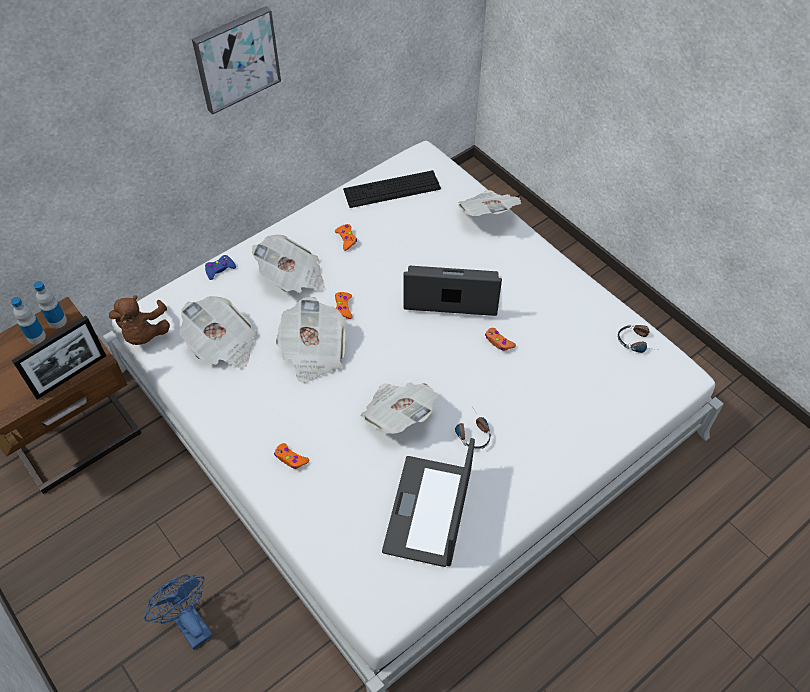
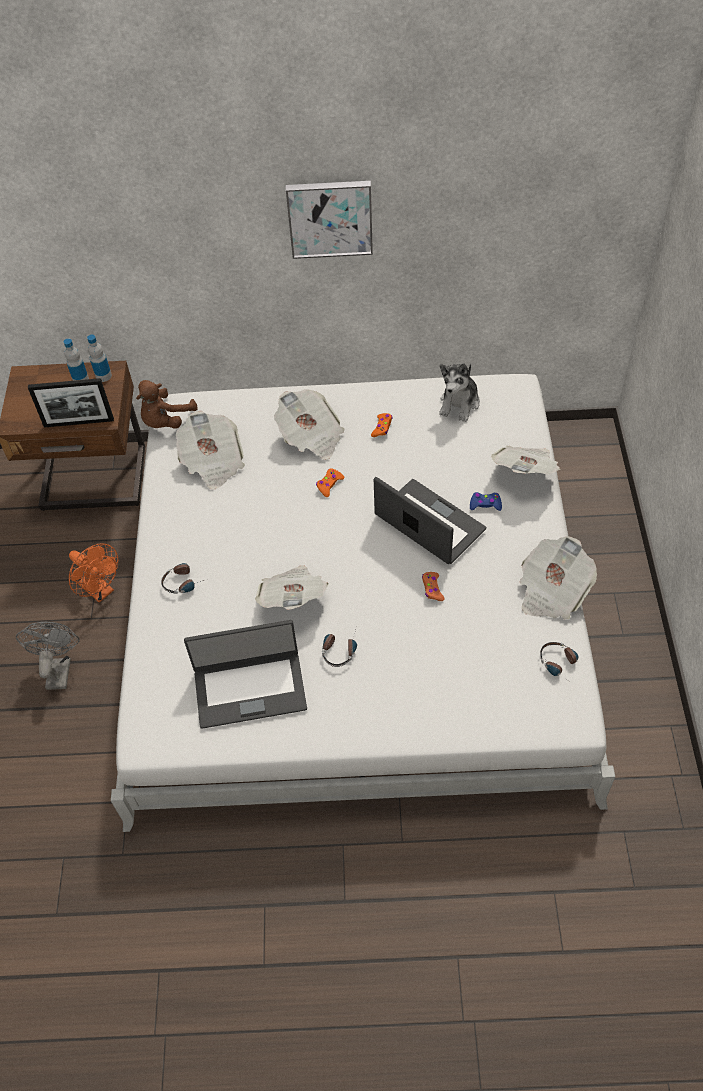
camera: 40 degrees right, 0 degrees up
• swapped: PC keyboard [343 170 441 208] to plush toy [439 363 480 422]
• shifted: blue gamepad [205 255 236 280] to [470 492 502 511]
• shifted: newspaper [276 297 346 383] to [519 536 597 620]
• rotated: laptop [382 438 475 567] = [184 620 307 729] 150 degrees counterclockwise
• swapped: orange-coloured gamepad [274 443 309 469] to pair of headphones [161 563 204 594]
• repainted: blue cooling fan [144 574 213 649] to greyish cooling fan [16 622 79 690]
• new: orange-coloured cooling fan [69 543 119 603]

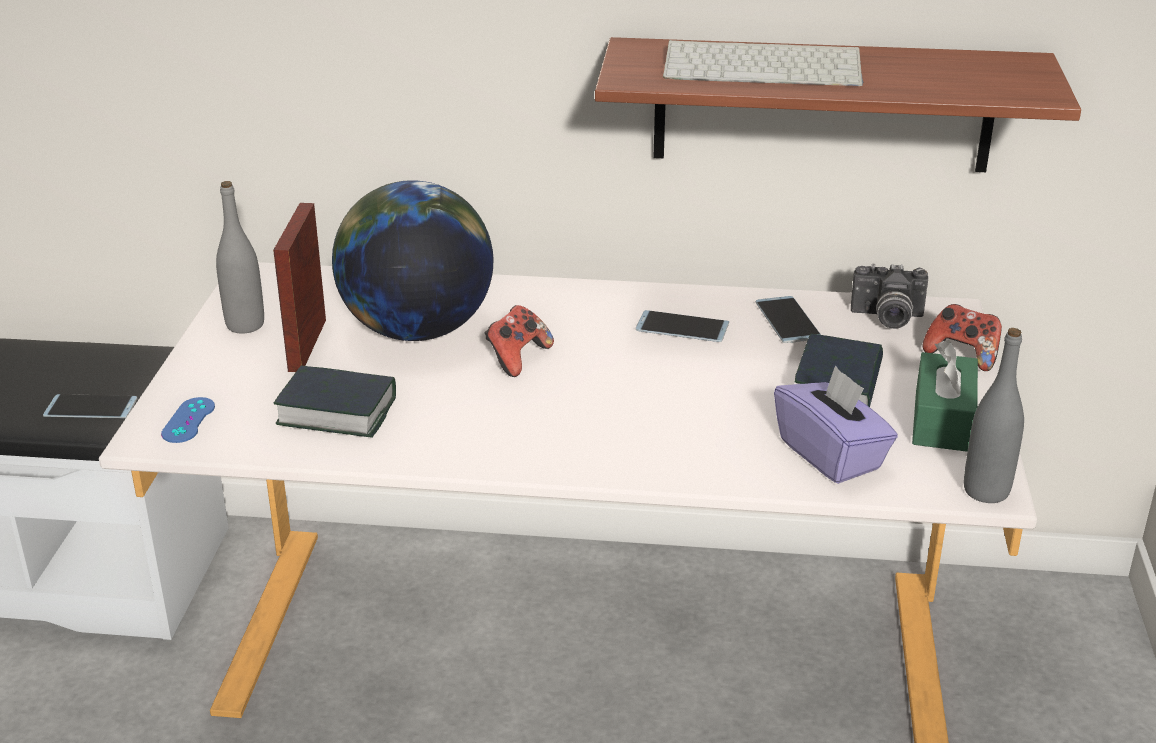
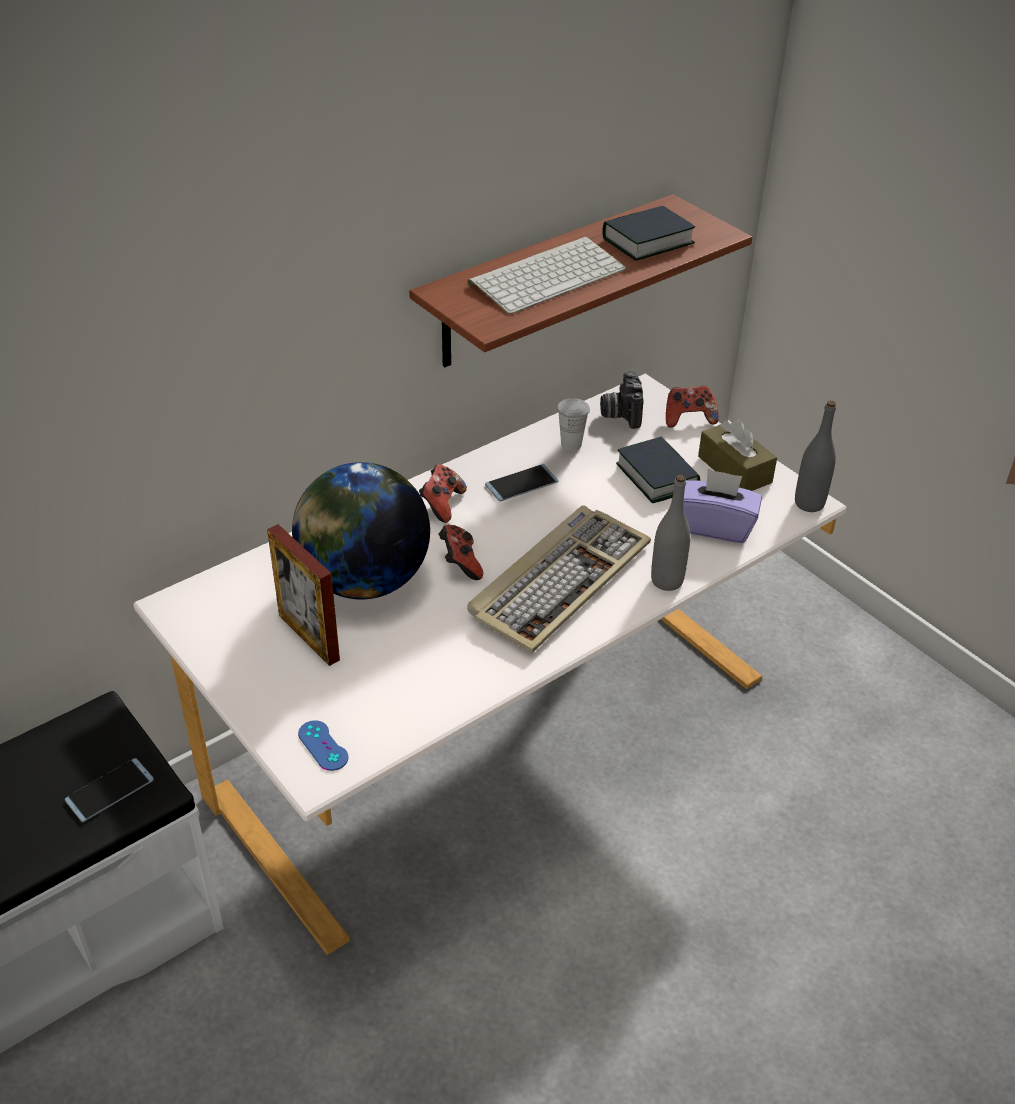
camera: 45 degrees left, 10 degrees up
• shifted: greyish beverage bottle [216 181 264 334] to [651 475 691 591]
• rotated: still camera [851 263 928 329] = [600 371 644 429] 120 degrees clockwise
• swapped: handset [756 296 821 343] to white-coloured drinking cup [557 398 590 451]
• repainted: green-coloured box of tissues [912 340 978 452] to brownish box of tissues [698 419 777 491]
• shifted: book [274 365 396 438] to [602 206 695 260]
• new: gamepad [419 464 467 523]
• new: PC keyboard [467 505 651 653]

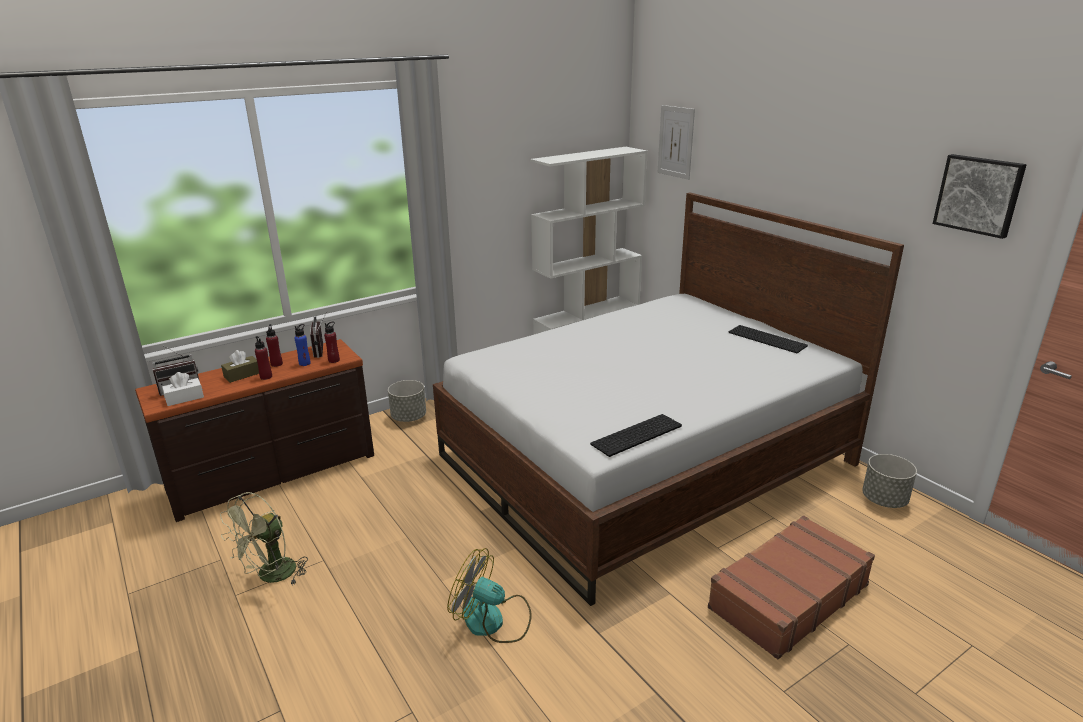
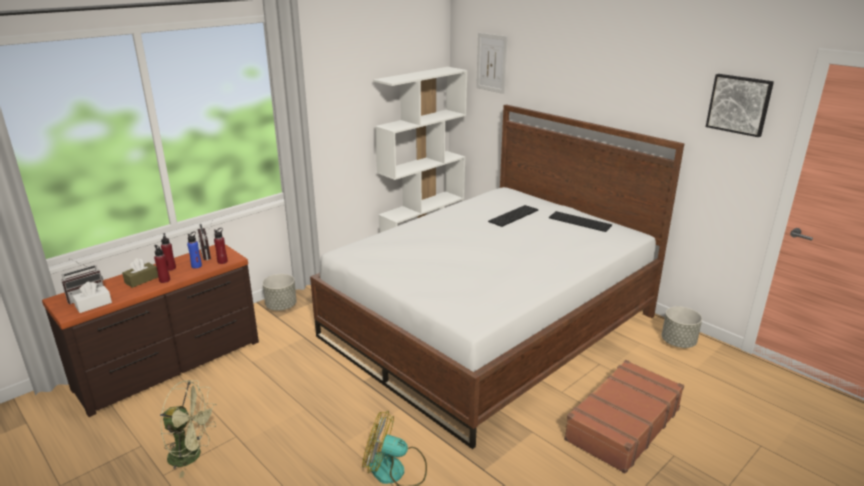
camera: 10 degrees left, 0 degrees up
• shifted: PC keyboard [590 414 682 457] to [488 205 538 227]
• rotated: green-coloured cooling fan [220 492 308 584] = [160 380 216 478] 105 degrees counterclockwise

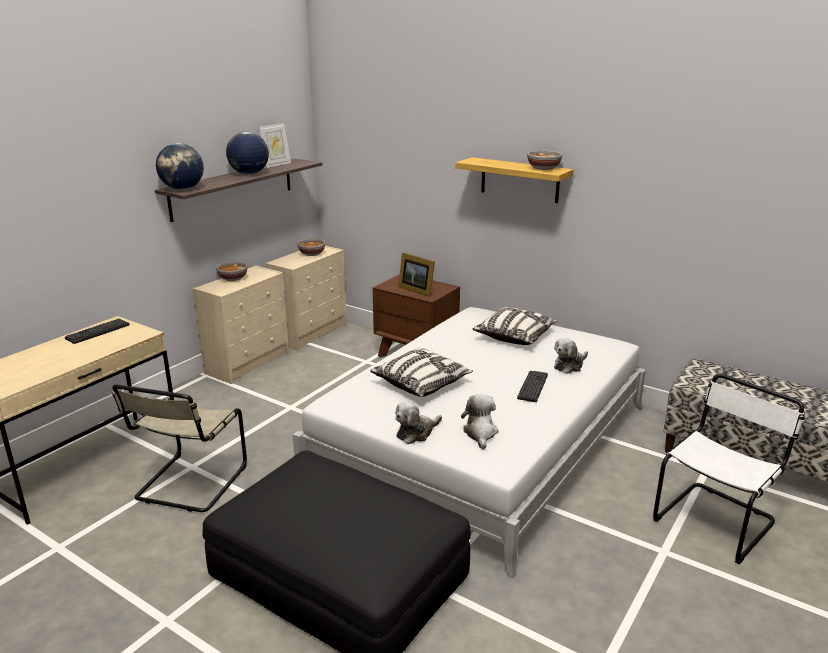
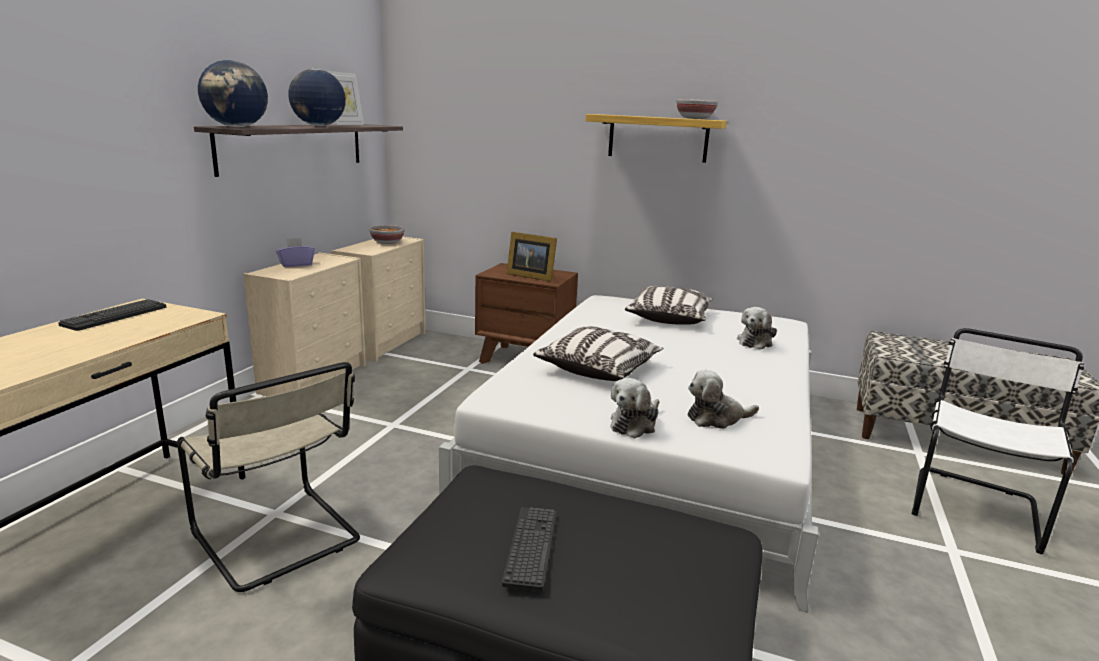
camera: 15 degrees left, 5 degrees down
• swapped: bowl [216 262 247 281] to purple-coloured box of tissues [276 238 315 267]
• shifted: PC keyboard [517 371 548 402] to [502 507 556 591]
• rotated: sand-coloured upright chair [112 384 247 512] = [177 362 360 592] 45 degrees counterclockwise
• rotated: plush toy [461 394 498 449] = [688 370 759 429] 90 degrees counterclockwise

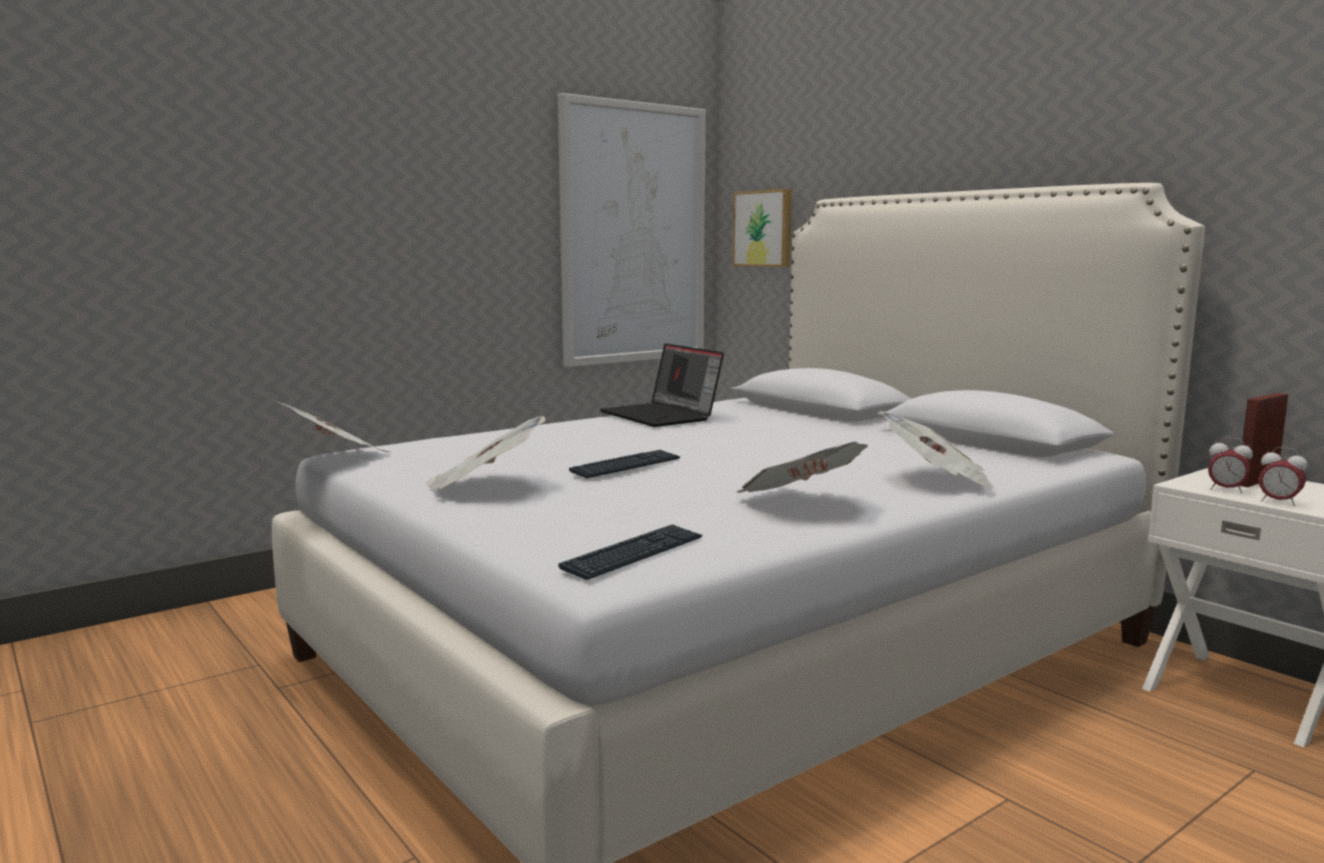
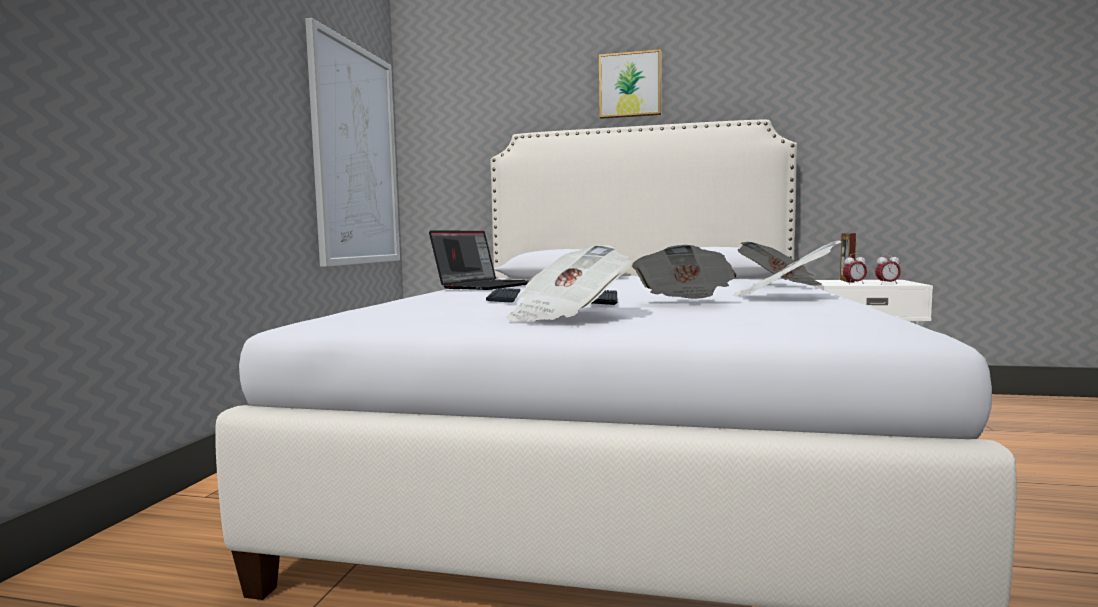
camera: 40 degrees left, 5 degrees down
• shifted: wall art [732 189 792 267] to [599 49 661 119]
• rotated: laptop [600 343 724 427] = [429 230 529 290] 75 degrees counterclockwise
• shifted: newspaper [273 401 390 452] to [632 245 737 299]
• shifted: PC keyboard [558 524 703 580] to [486 288 521 303]

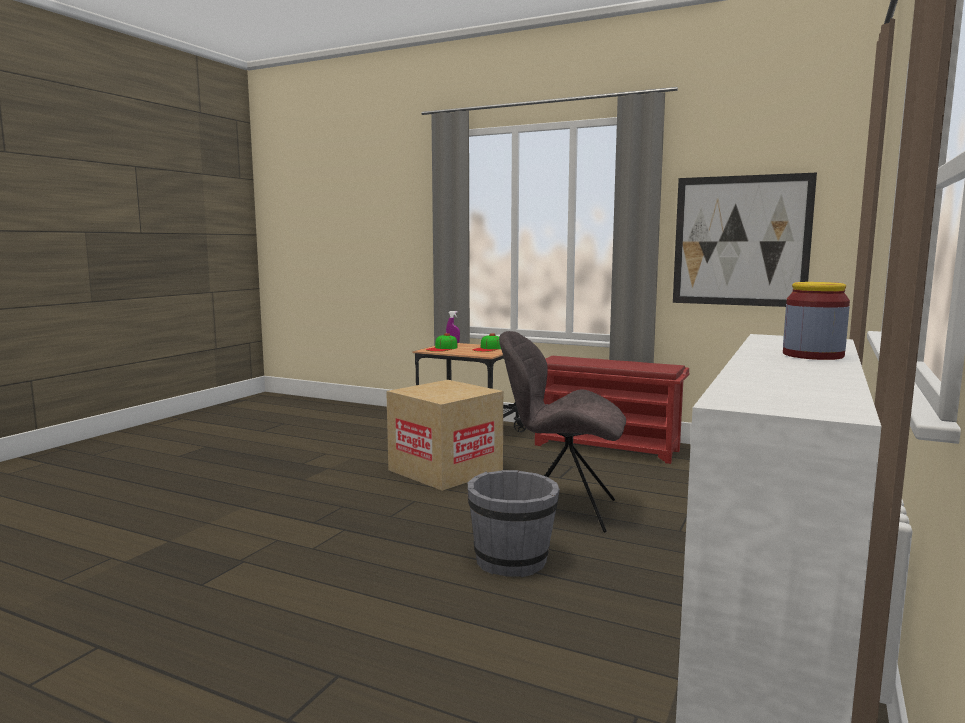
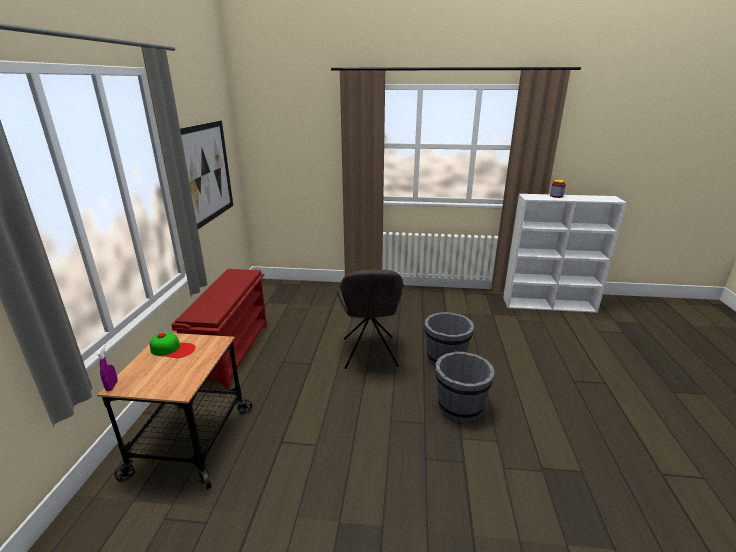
camera: 110 degrees left, 15 degrees up
• gone: baseball cap [426 333 458 352]
• gone: cardboard box [386 380 503 491]
• new: greyish pail [435 352 495 422]

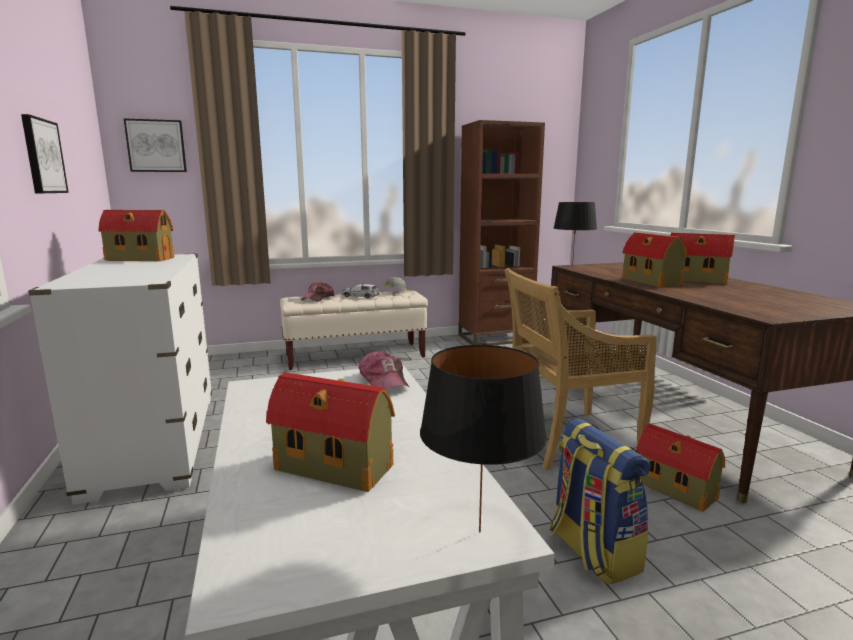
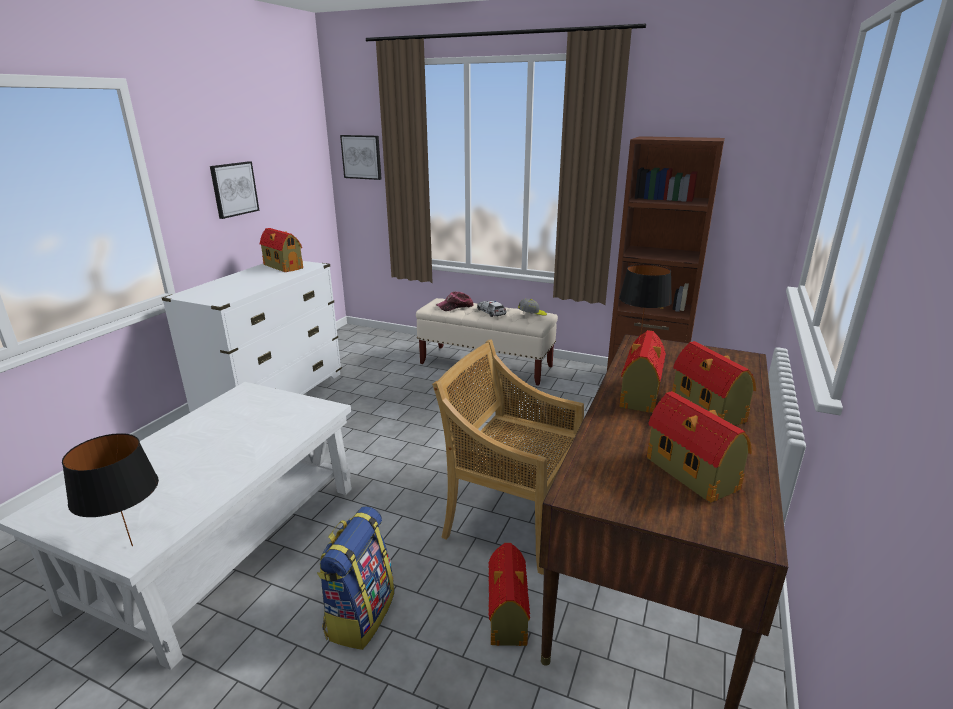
camera: 40 degrees right, 10 degrees up
• gone: baseball cap [358 350 410 391]
• shifted: model house [266 372 395 492] to [647 391 752 503]

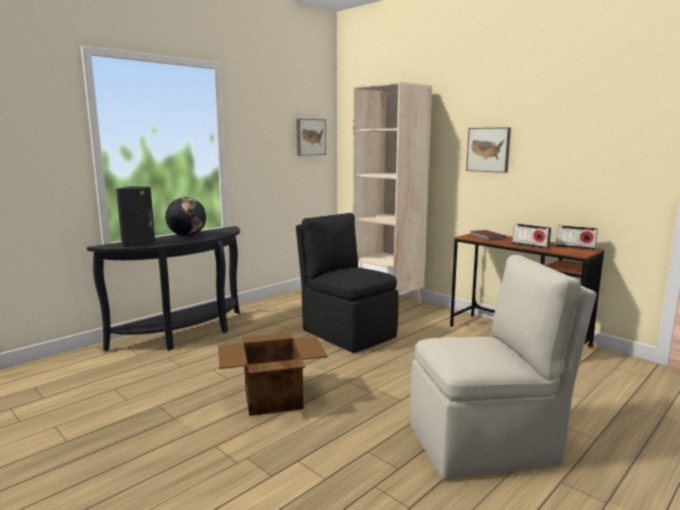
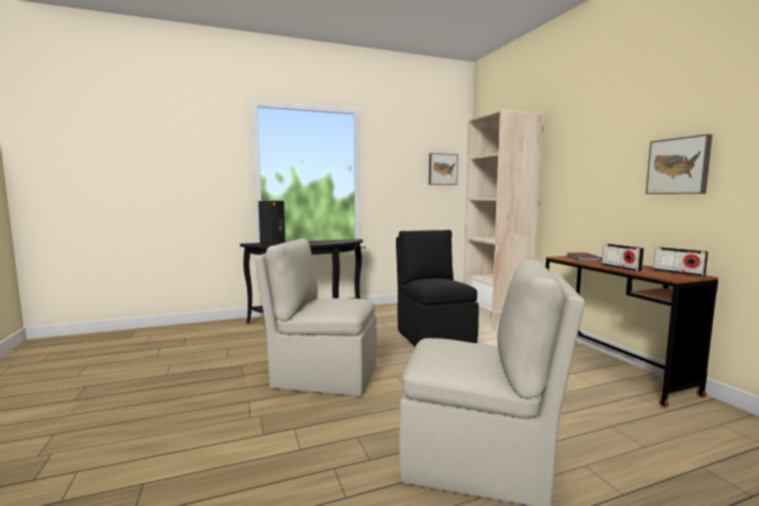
camera: 25 degrees right, 5 degrees down
• shifted: wall art [466 127 511 173] to [646 134 712 194]
• gone: world globe [165 197 206 236]
• swapped: cardboard box [218 333 328 416] to sand-coloured upright chair [254 238 377 397]

